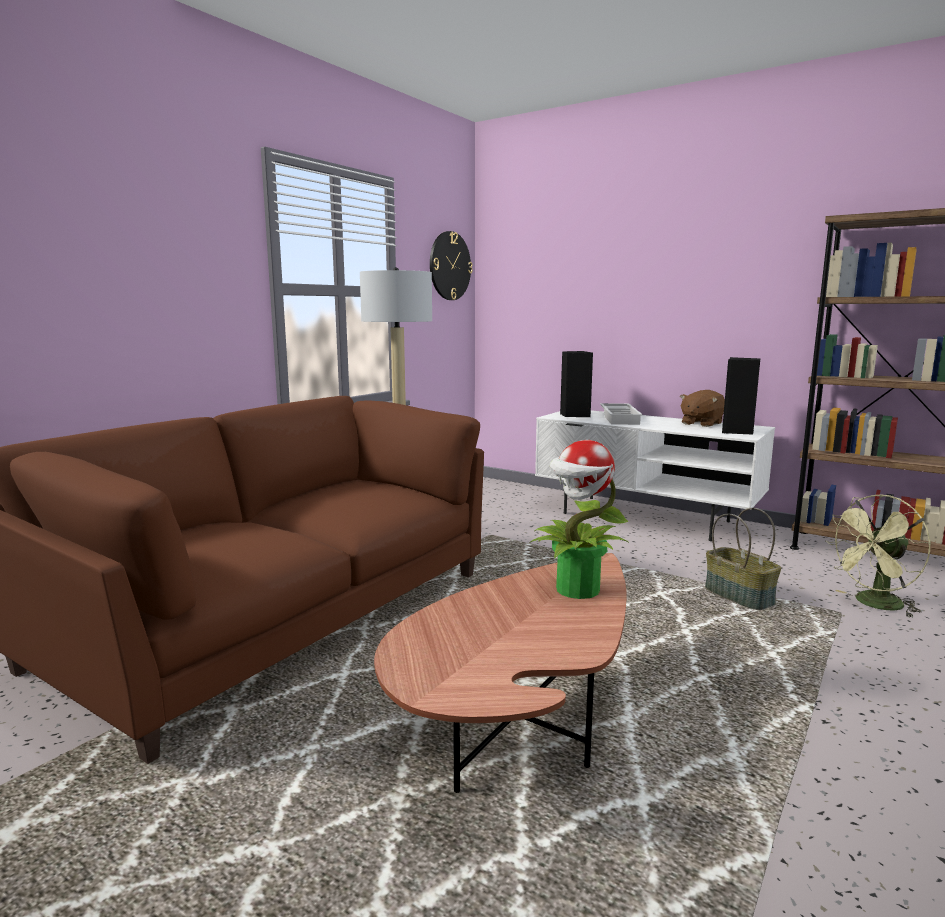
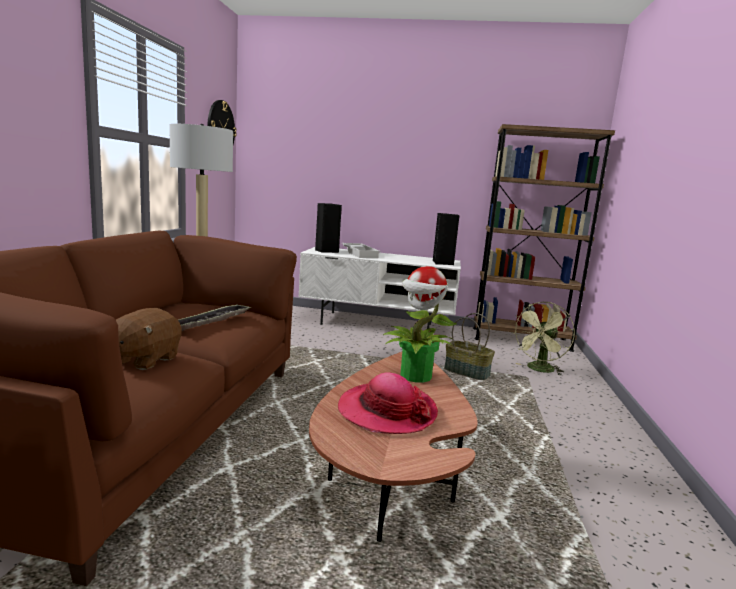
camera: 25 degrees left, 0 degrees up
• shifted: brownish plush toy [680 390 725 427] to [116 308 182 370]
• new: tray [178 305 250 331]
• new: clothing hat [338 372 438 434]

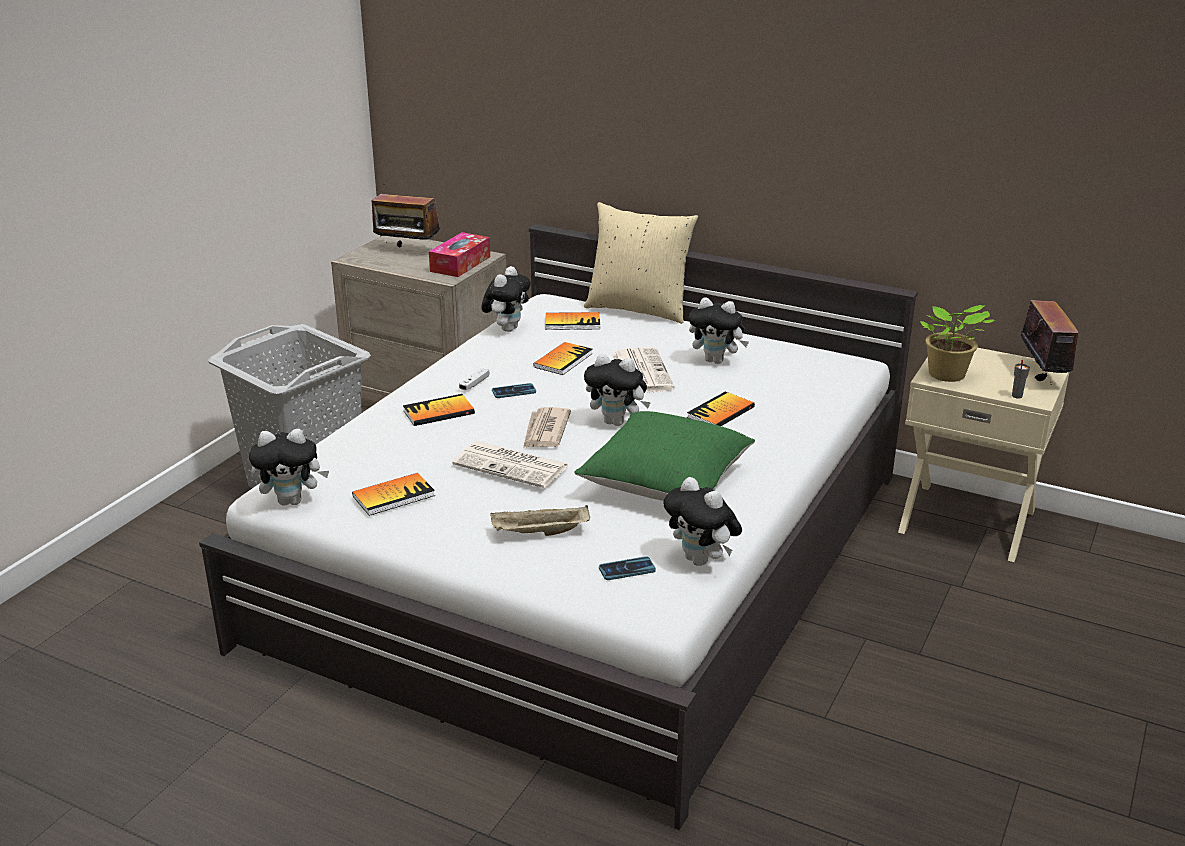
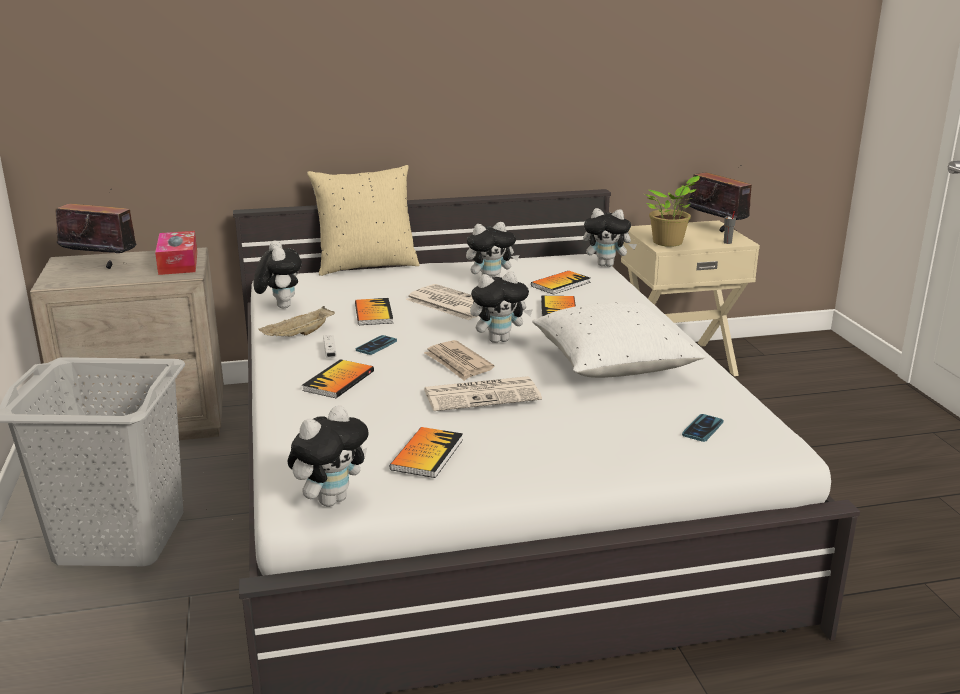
camera: 40 degrees left, 5 degrees down
• rotated: radio [372 184 440 247] = [55 189 136 269] 150 degrees counterclockwise
• shifted: book [546 312 600 330] to [531 271 591 295]
• repainted: green-coloured pillow [574 411 755 501] to white-coloured pillow [532 301 705 378]
• shifted: plush toy [663 477 742 566] to [583 208 637 267]
• shifted: sand-coloured tray [490 505 590 536] to [258 306 335 337]

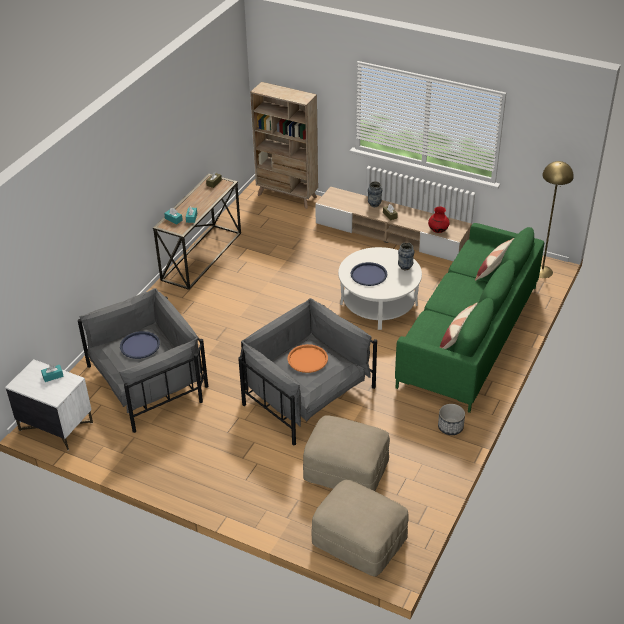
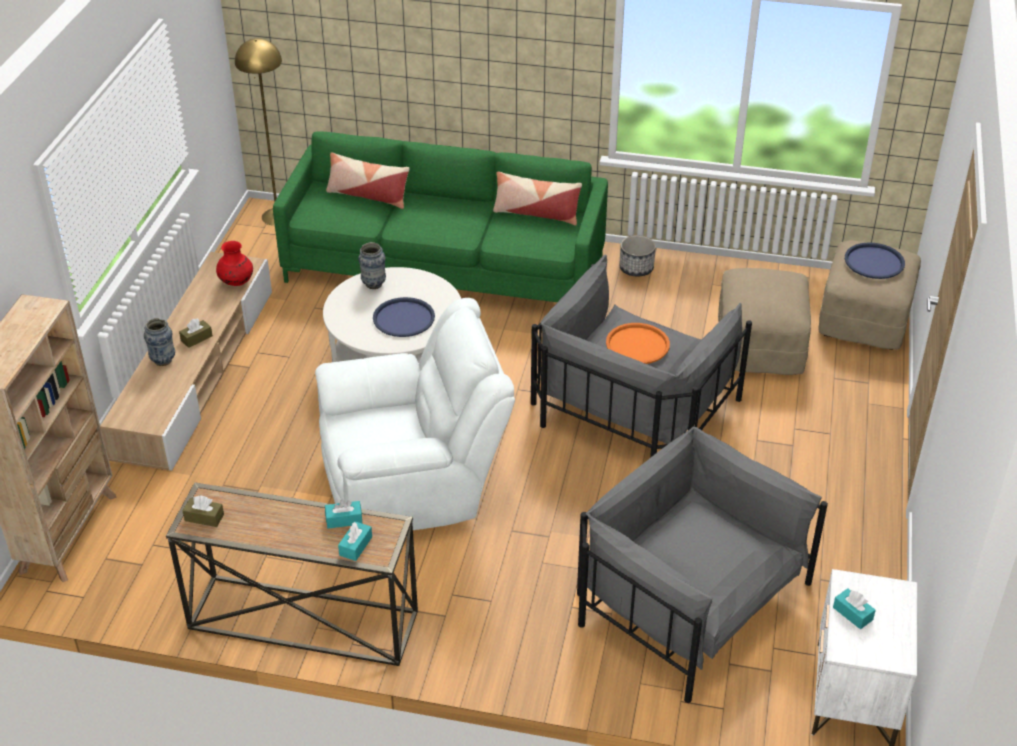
camera: 105 degrees left, 0 degrees up
• shifted: blue tray [120 331 160 359] to [845 242 905 279]
• new: white-coloured easy chair [315 298 515 530]

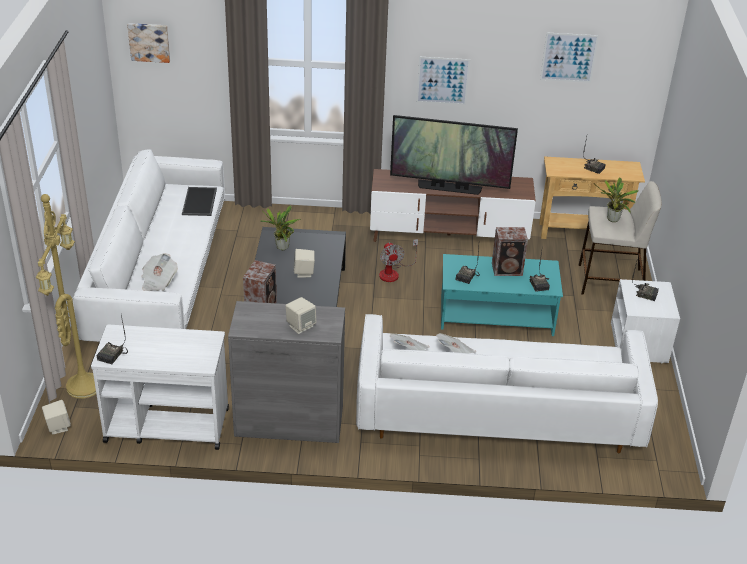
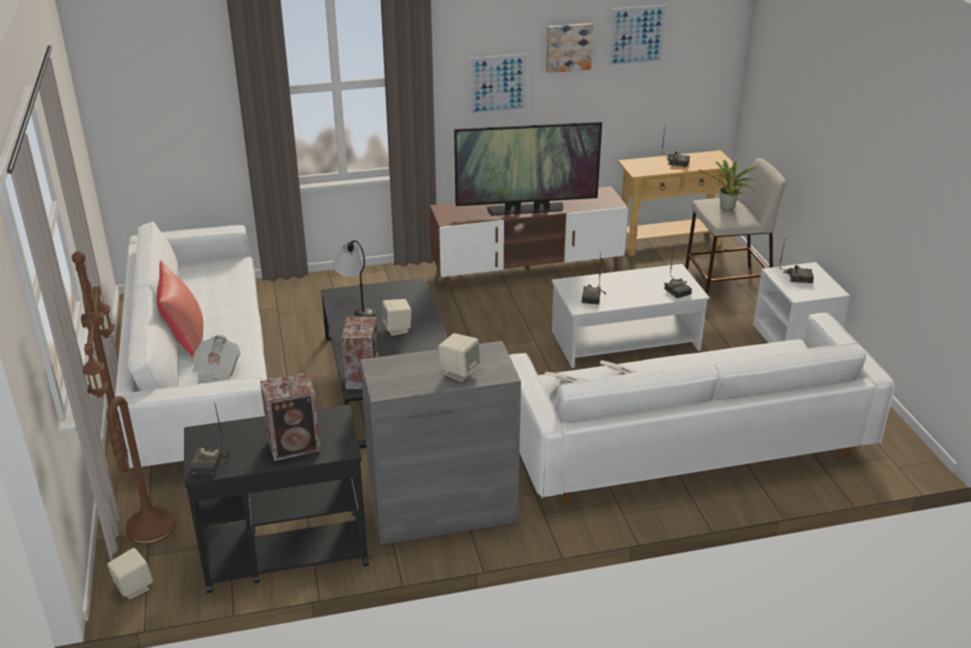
camera: 15 degrees left, 5 degrees down
• shifted: wall art [127 23 170 63] to [546 23 593 73]
• gone: tray [182 187 217 216]
• repainted: yellow-coloured standard lamp [36 194 96 399] to brownish standard lamp [72 251 175 545]
• swapped: potted plant [260 206 301 250] to tabletop lamp [333 240 375 317]
• shifted: speaker [492 227 528 276] to [260 372 321 461]
• gone: cooling fan [379 239 418 282]
• repainted: turquoise-coloured low table [441 254 563 336] to white-coloured low table [552 264 710 368]
• repainted: white-coloured wheeled cart [91 324 229 450] to blackish wheeled cart [184 405 369 593]
• new: red pillow [157 260 203 357]

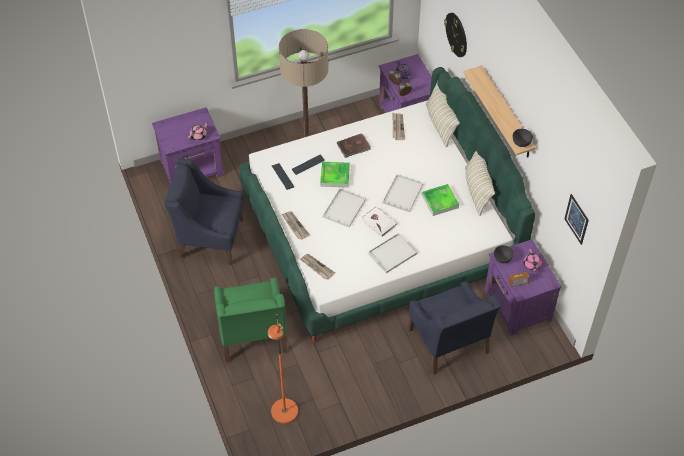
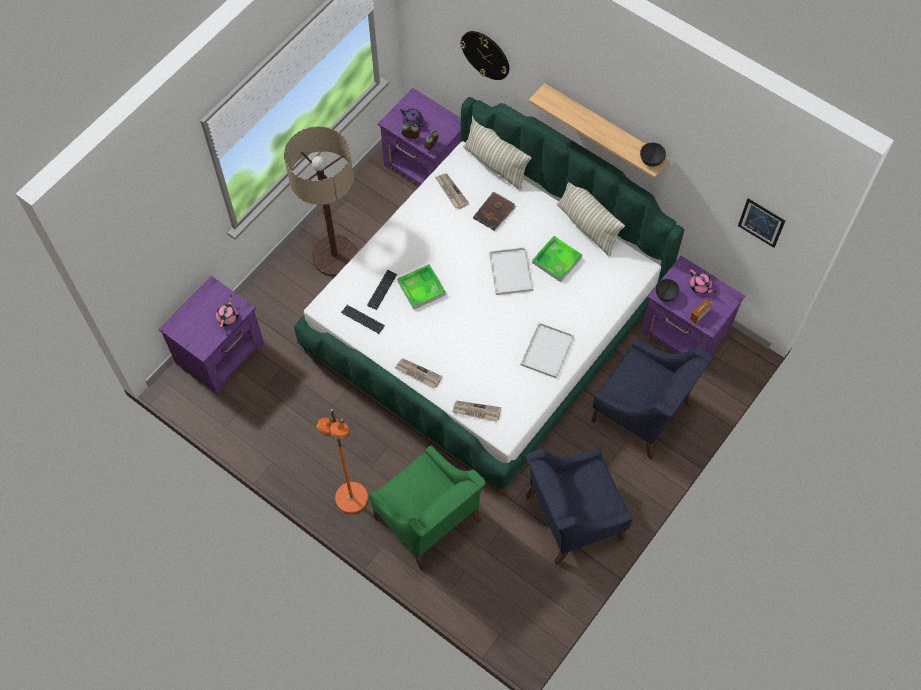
camera: 30 degrees left, 10 degrees up
• shifted: brownish book [337 133 371 158] to [473 192 516 231]
• shifted: blue easy chair [164 158 244 265] to [526 448 633 565]
• gone: white-coloured tray [322 188 366 227]
• gone: white-coloured book [361 206 397 237]
• shifted: orange-coloured standard lamp [267 314 298 423] to [316 409 368 513]

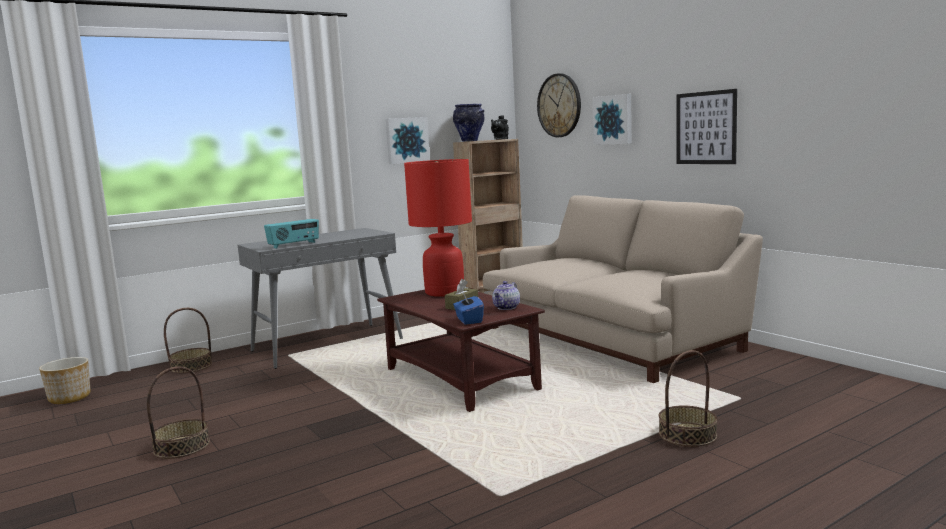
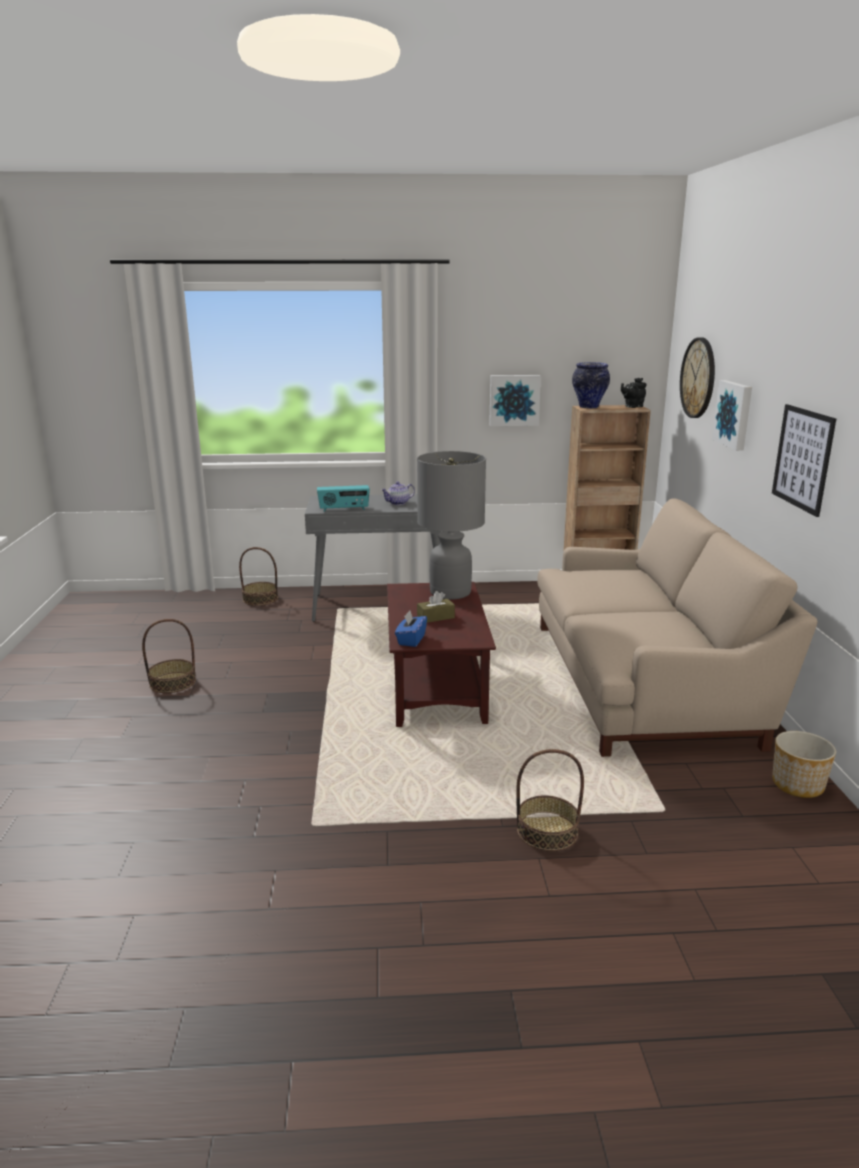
camera: 30 degrees right, 10 degrees up
• repainted: red tabletop lamp [404 159 472 297] to greyish tabletop lamp [417 451 486 600]
• shifted: tea pot [492 281 520 310] to [381 482 415 505]
• shifted: planter [39 357 91 404] to [772 731 836 798]

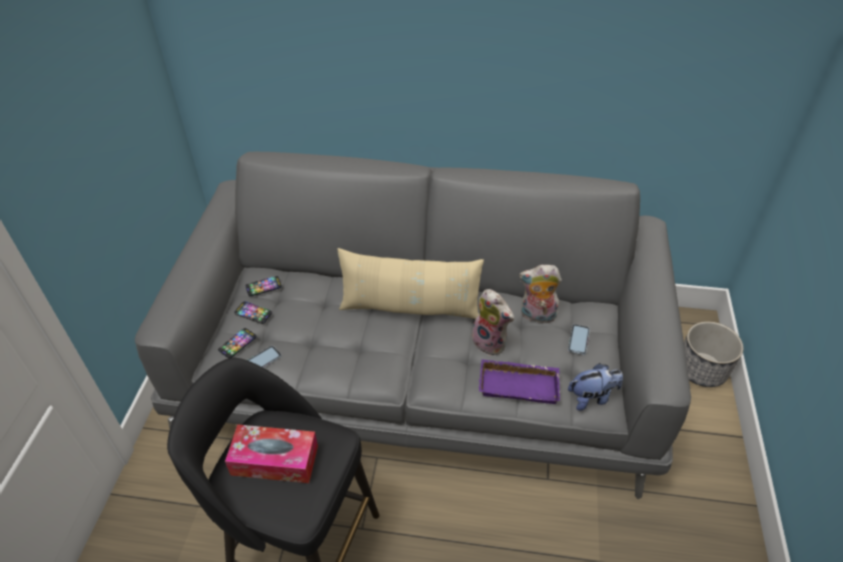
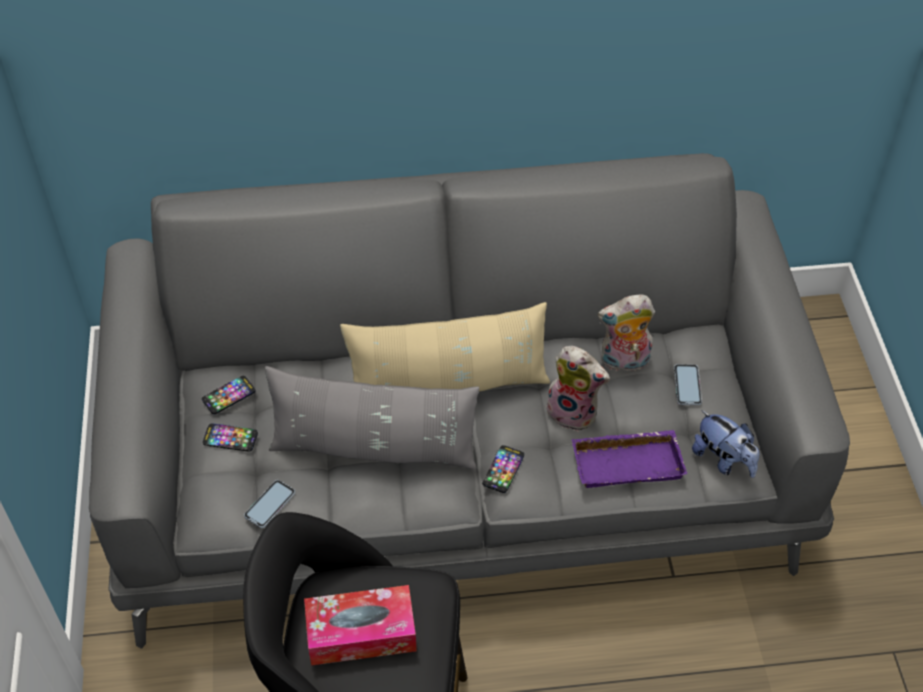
camera: 15 degrees left, 5 degrees up
• gone: planter [684 321 744 387]
• shifted: handset [218 328 256 358] to [482 445 524 493]
• rotated: plush toy [568 363 623 411] = [692 410 759 478] 75 degrees clockwise
• new: greyish pillow [265 366 479 470]

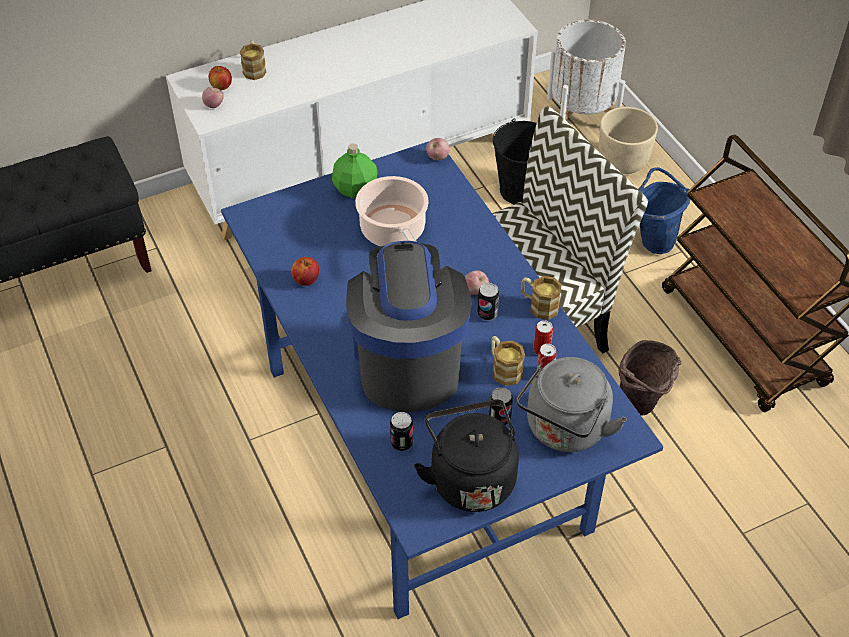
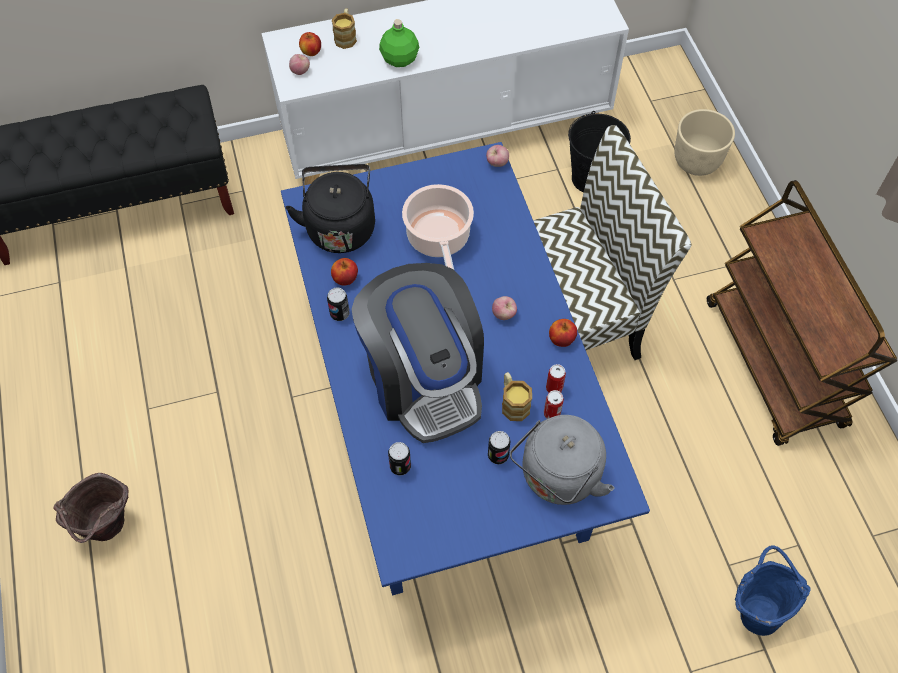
camera: 10 degrees right, 10 degrees up
• gone: white-coloured planter [547 20 626 120]
• shifted: green-coloured beverage bottle [332 143 378 198] to [379 19 419 67]
• shifted: blue pail [639 167 690 254] to [735 545 811 636]
• rotated: coffee maker [346 241 472 412] = [352 263 484 443] 150 degrees clockwise
• swapped: coffee mug [521 276 562 320] to apple [549 319 577 347]
• shifted: metal can [477 283 499 320] to [327 288 349 321]
• shifted: brownish pail [619 340 681 415] to [54 473 129 543]
• shifted: blackish water kettle [414 399 519 512] to [286 164 375 253]

